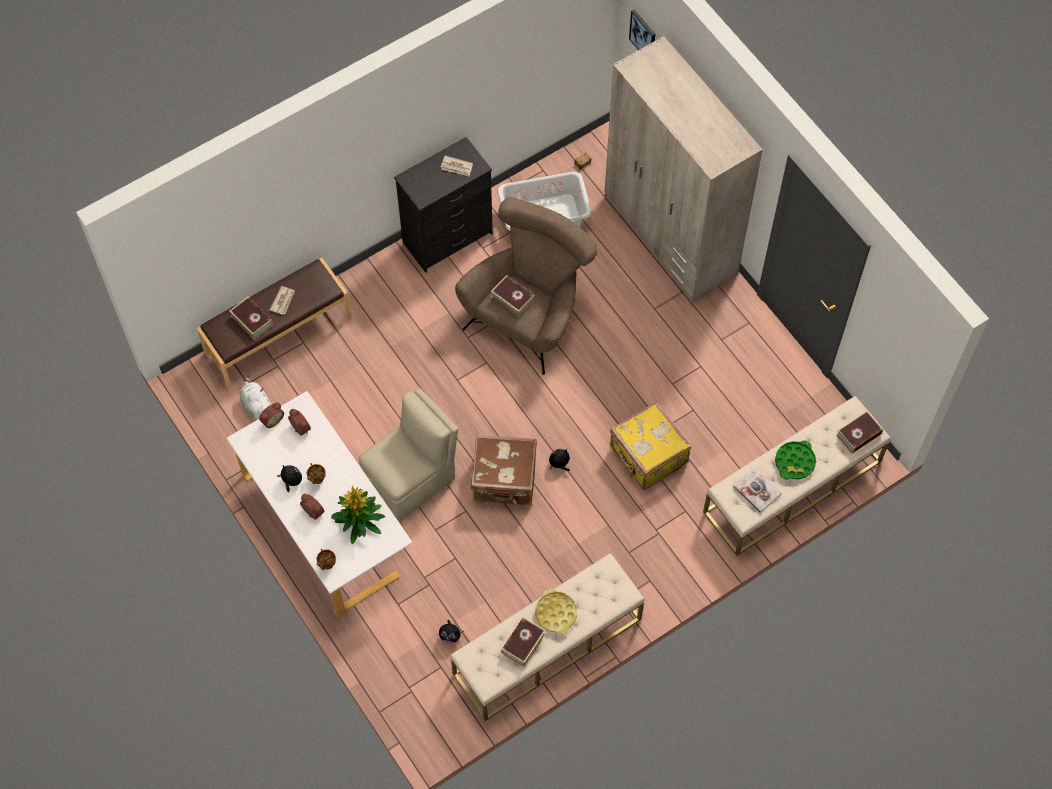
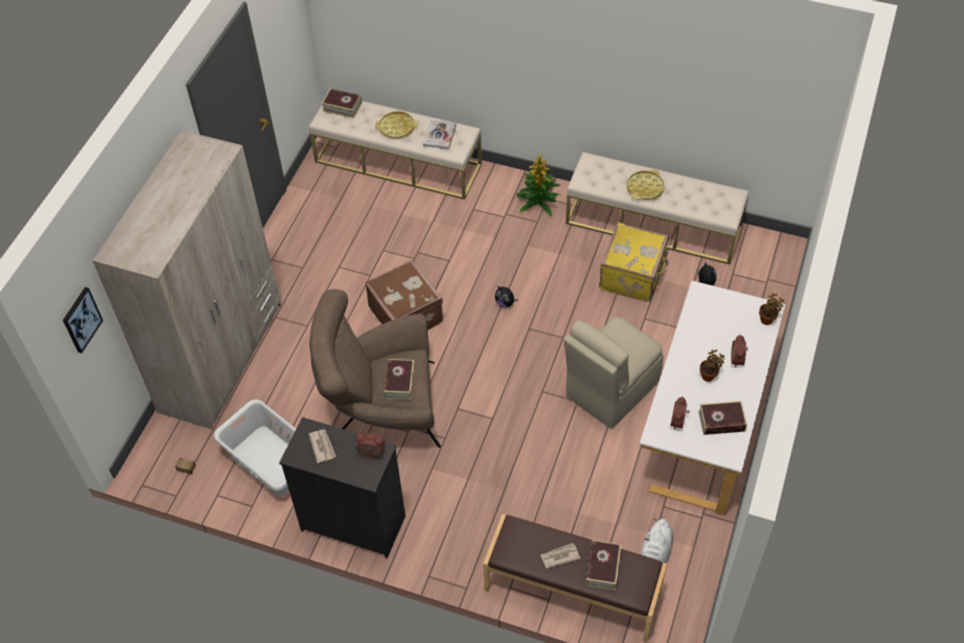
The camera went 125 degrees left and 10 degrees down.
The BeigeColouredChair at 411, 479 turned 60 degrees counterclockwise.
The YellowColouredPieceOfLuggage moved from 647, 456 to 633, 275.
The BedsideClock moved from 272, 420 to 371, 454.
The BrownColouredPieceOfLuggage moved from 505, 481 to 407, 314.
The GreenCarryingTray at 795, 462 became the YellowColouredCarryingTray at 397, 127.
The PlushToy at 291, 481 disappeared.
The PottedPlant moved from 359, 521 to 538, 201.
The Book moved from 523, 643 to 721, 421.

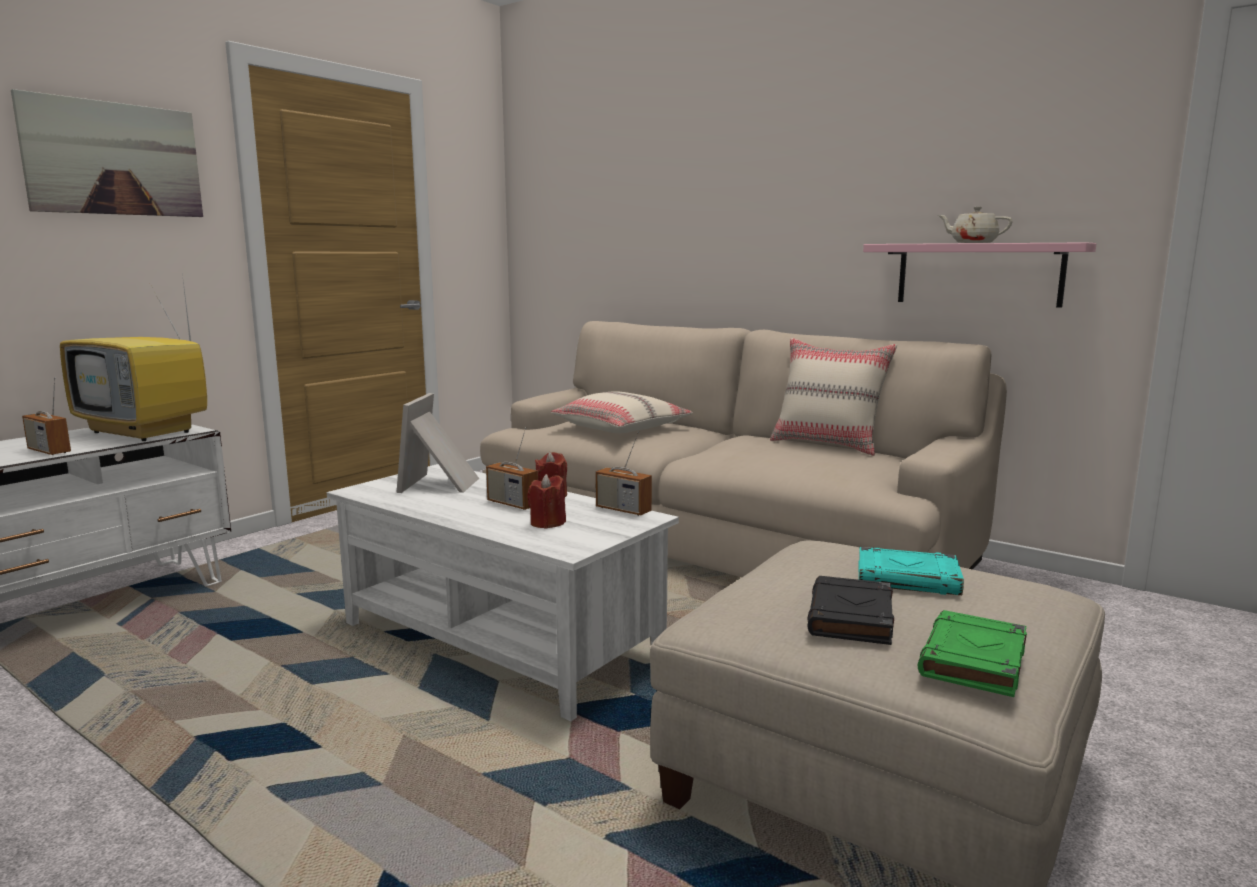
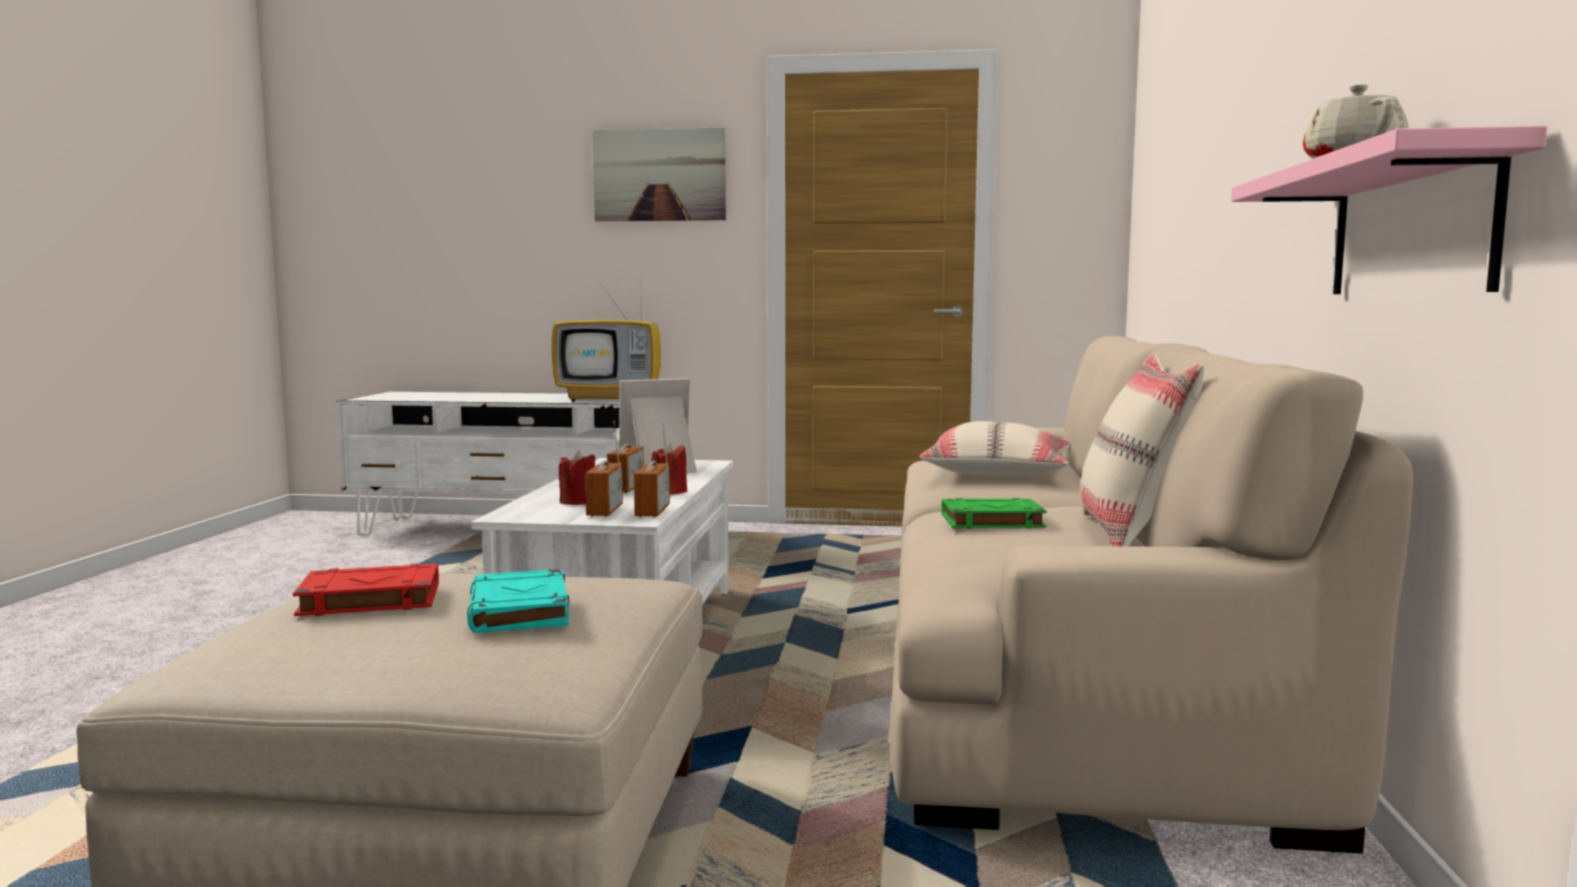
The camera went 60 degrees right and 5 degrees down.
The TvSet at 146, 432 turned 90 degrees counterclockwise.
The Radio moved from 49, 451 to 604, 511.
The BlackColouredBook at 851, 618 became the ReddishBook at 368, 600.
The GreenBook moved from 973, 661 to 991, 521.

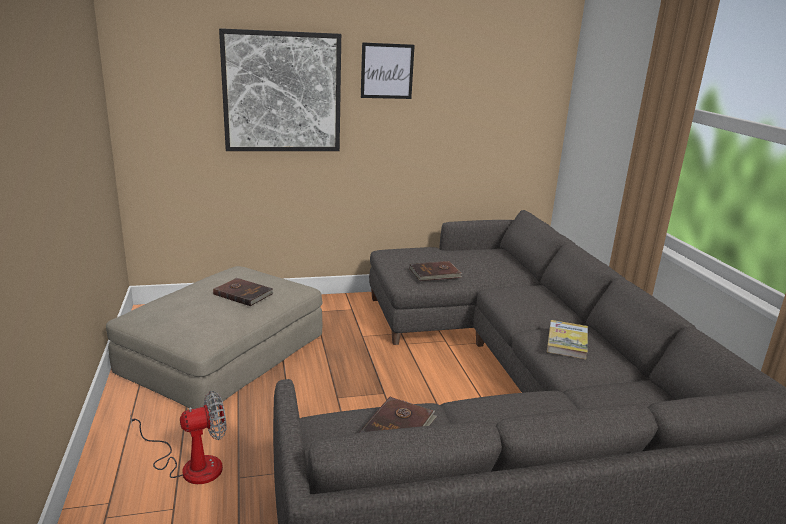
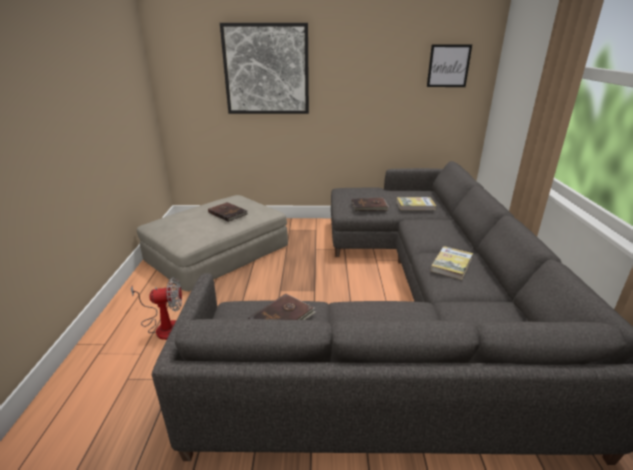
The camera went 15 degrees right and 5 degrees up.
The WallPicture moved from 387, 71 to 448, 66.
The Book at 415, 205 appeared.

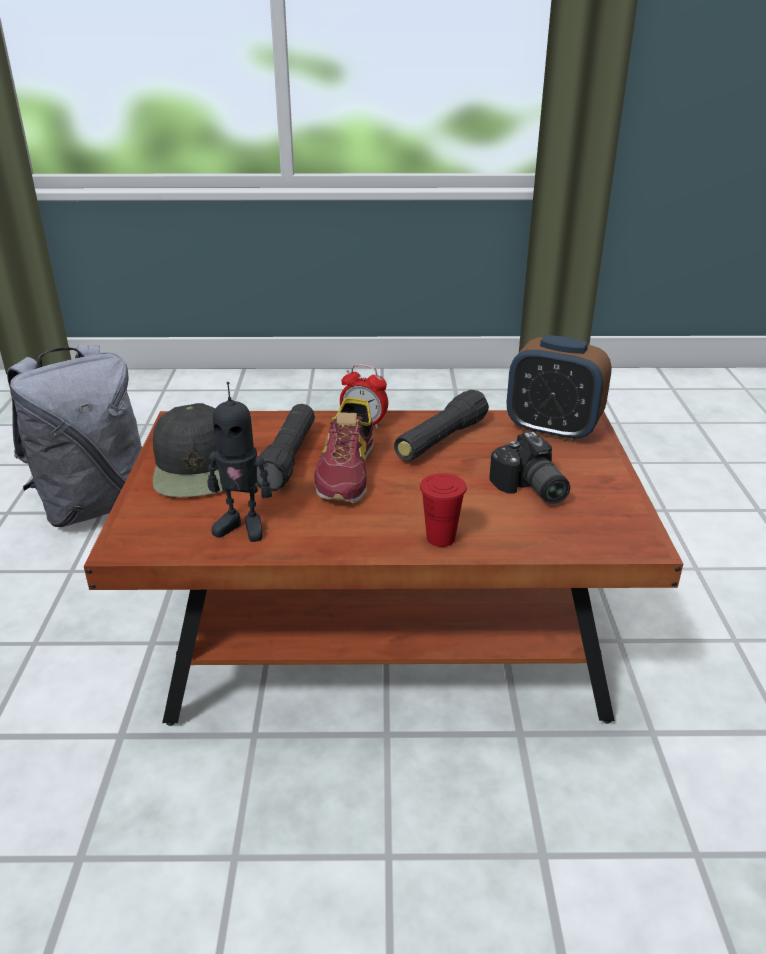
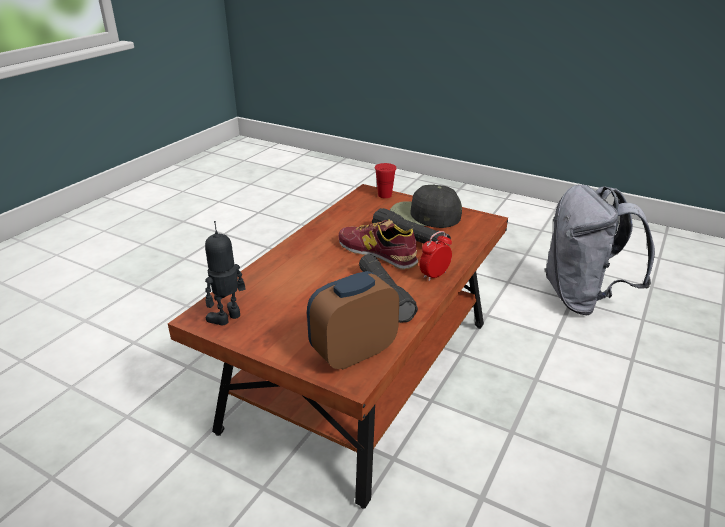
The camera went 120 degrees right and 0 degrees up.
The RobotFigure moved from 242, 527 to 228, 318.
The PhotoCamera at 529, 489 disappeared.
The ReddishSmallCup moved from 440, 538 to 384, 195.

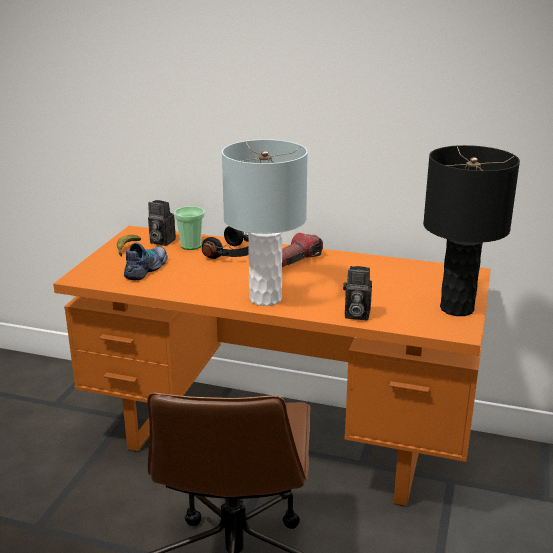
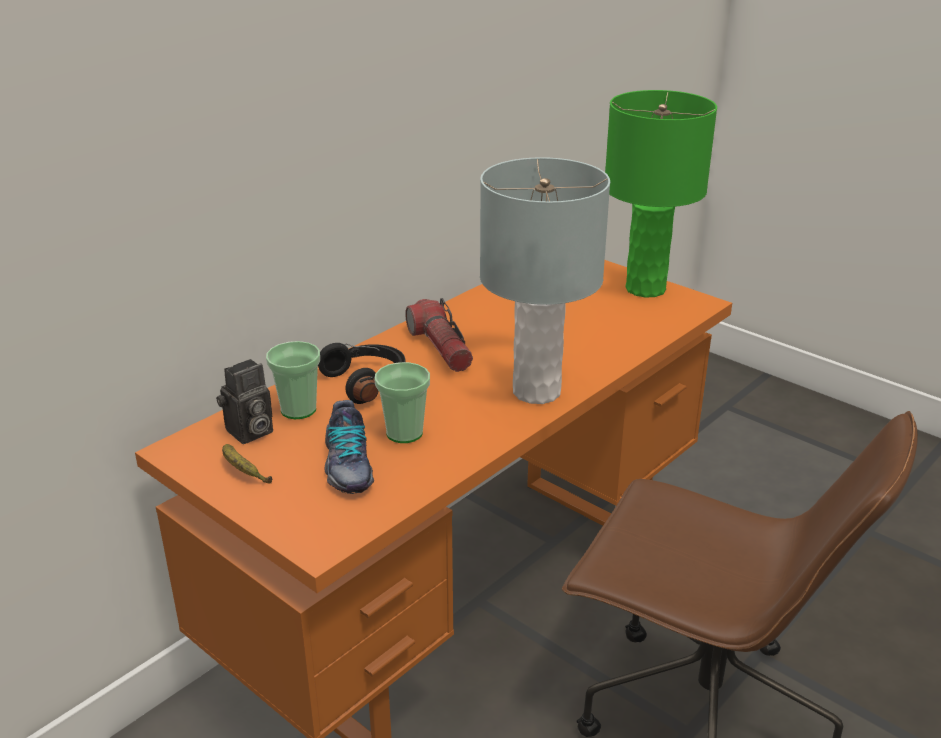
The camera went 65 degrees left and 5 degrees up.
The BlackColouredTableLamp at 457, 309 became the GreenTableLamp at 646, 289.
The LowShoe at 147, 268 turned 150 degrees counterclockwise.
The PhotoCamera at 355, 315 disappeared.
The SmallCup at 404, 433 appeared.

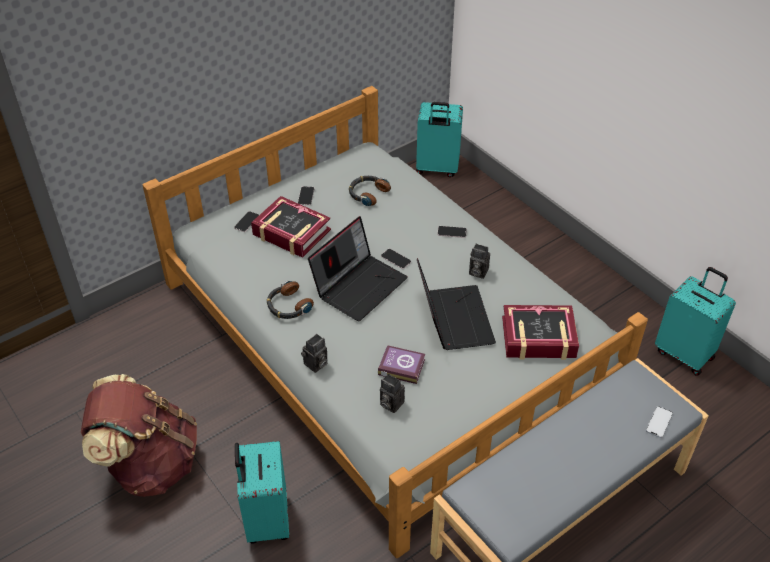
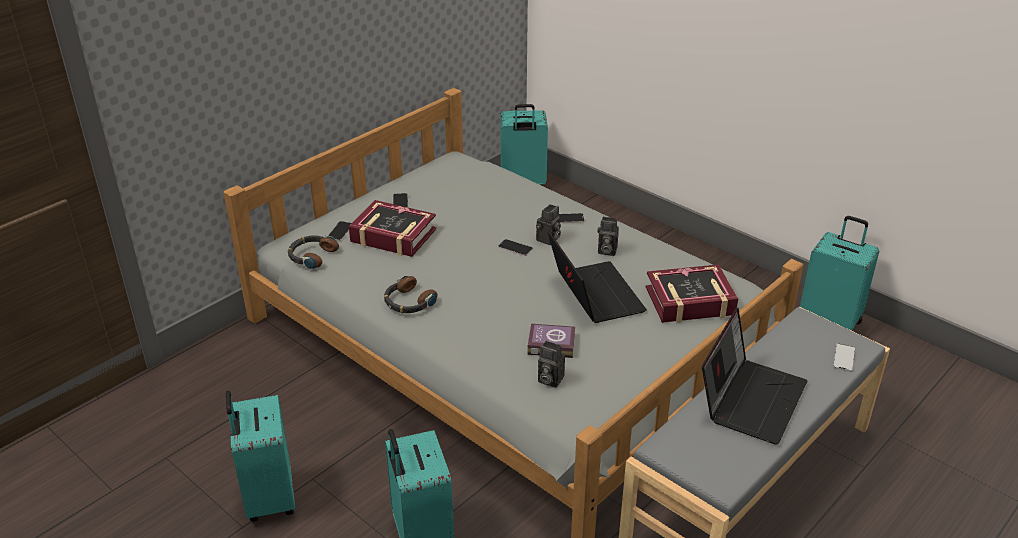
The camera went 10 degrees left and 10 degrees down.
The Headset moved from 368, 193 to 311, 256.
The PortableComputer moved from 359, 285 to 750, 398.
The PhotoCamera moved from 315, 365 to 548, 240.
The BrownColouredBackpack at 150, 463 was replaced by the BlueGreenPieceOfLuggage at 268, 498.

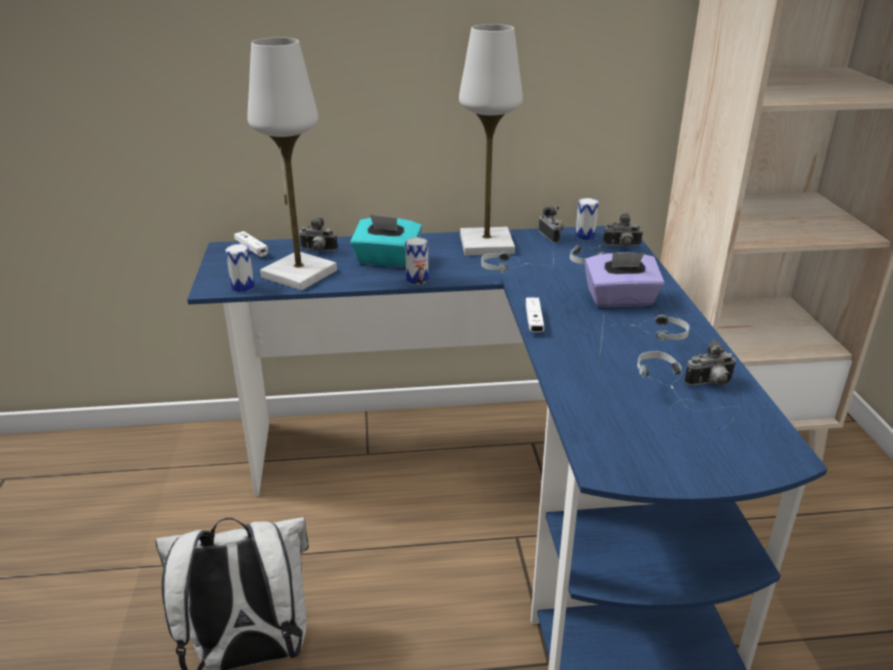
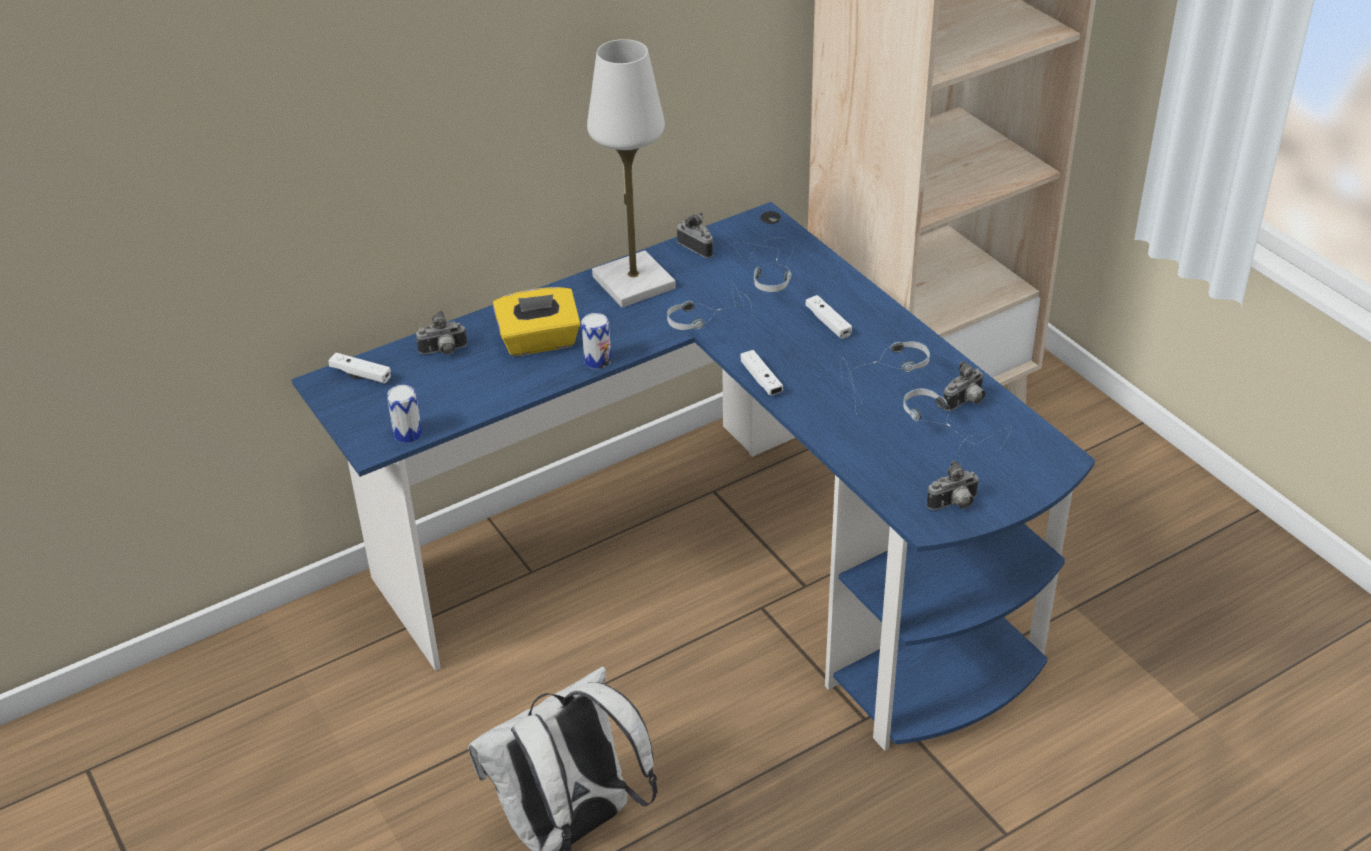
The camera went 25 degrees left and 10 degrees up.
The WhitishTableLamp at 299, 274 disappeared.
The Can at 585, 236 disappeared.
The PhotoCamera moved from 622, 246 to 954, 505.
The BlueGreenBoxOfTissues at 387, 260 became the YellowColouredBoxOfTissues at 539, 342.
The PurplishBoxOfTissues at 620, 300 was replaced by the WhitishJoypad at 828, 322.

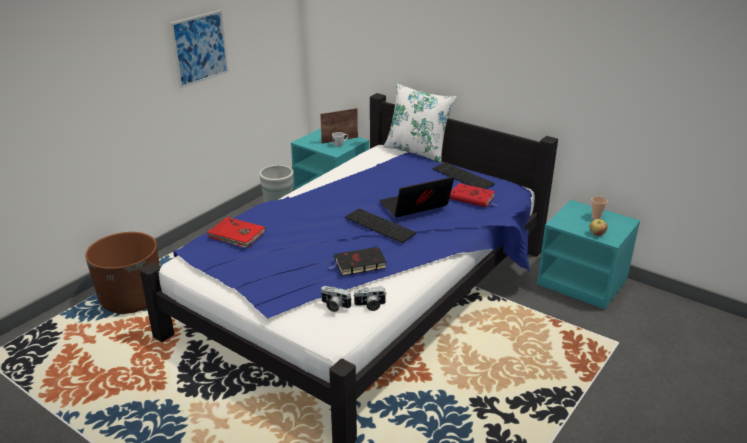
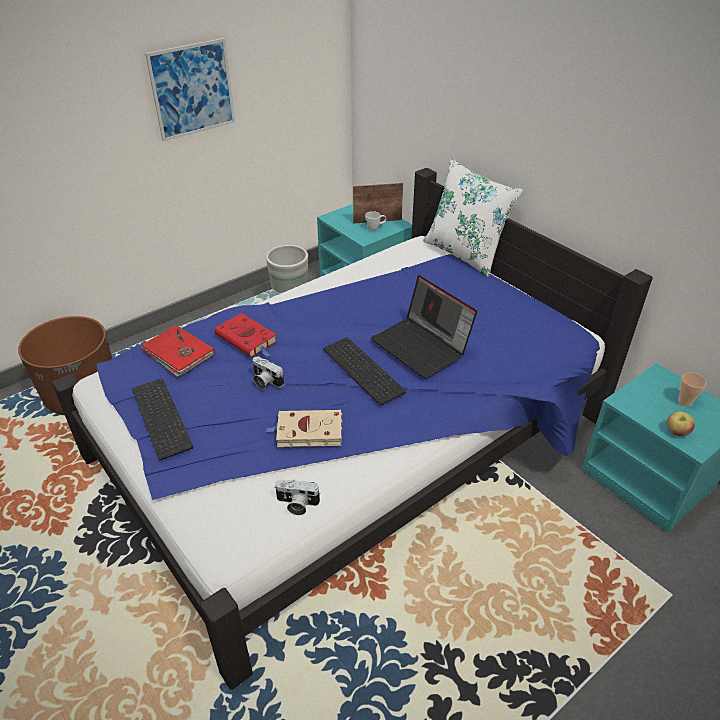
The camera went 15 degrees right and 10 degrees up.
The Keyboard moved from 464, 176 to 163, 417.
The PortableComputer at 414, 207 turned 120 degrees counterclockwise.
The ReddishBook moved from 473, 198 to 248, 339.
The BlackColouredBook at 358, 264 became the BeigeColouredBook at 307, 432.
The PhotoCamera moved from 334, 306 to 265, 381.

